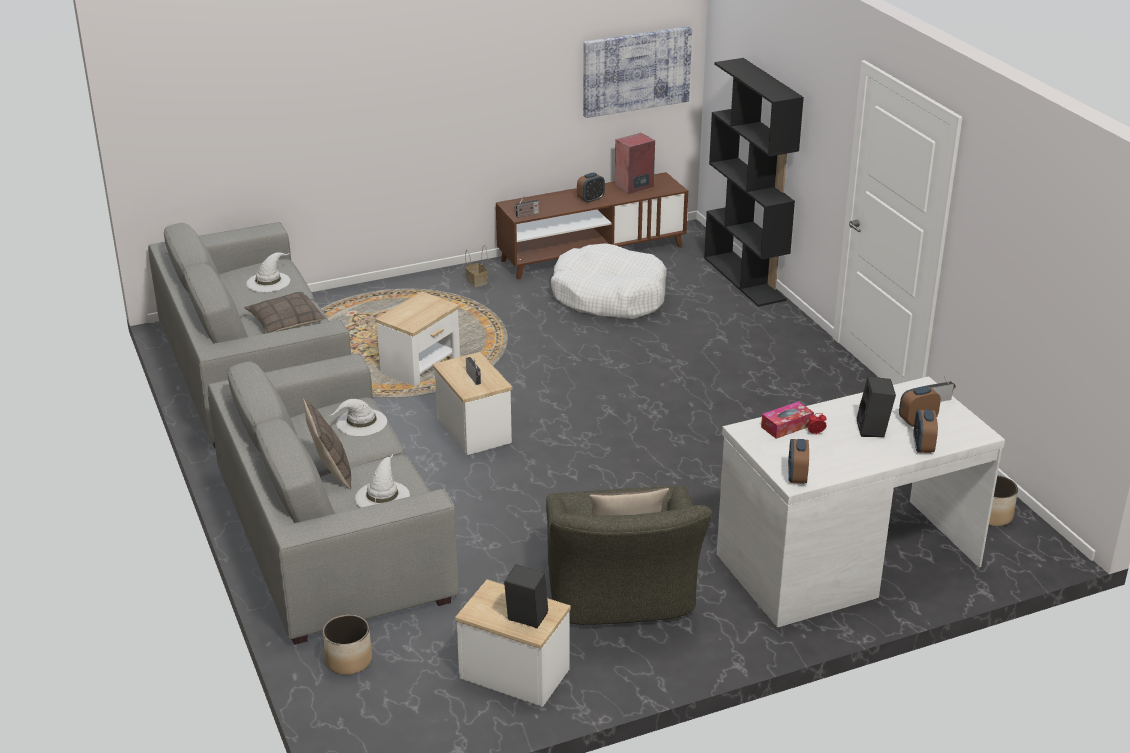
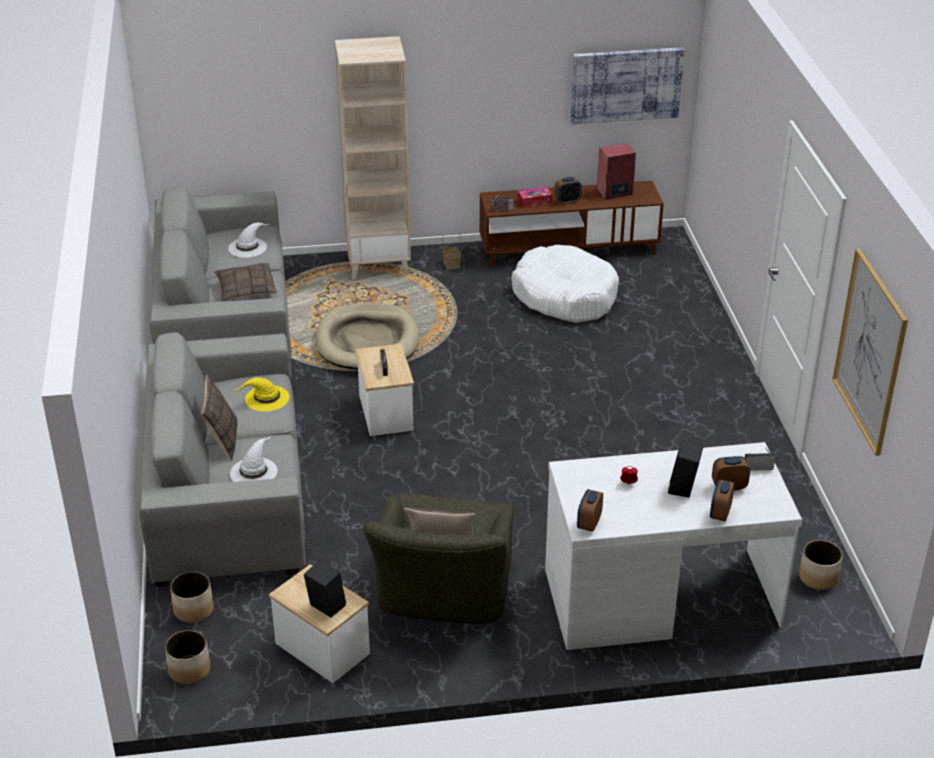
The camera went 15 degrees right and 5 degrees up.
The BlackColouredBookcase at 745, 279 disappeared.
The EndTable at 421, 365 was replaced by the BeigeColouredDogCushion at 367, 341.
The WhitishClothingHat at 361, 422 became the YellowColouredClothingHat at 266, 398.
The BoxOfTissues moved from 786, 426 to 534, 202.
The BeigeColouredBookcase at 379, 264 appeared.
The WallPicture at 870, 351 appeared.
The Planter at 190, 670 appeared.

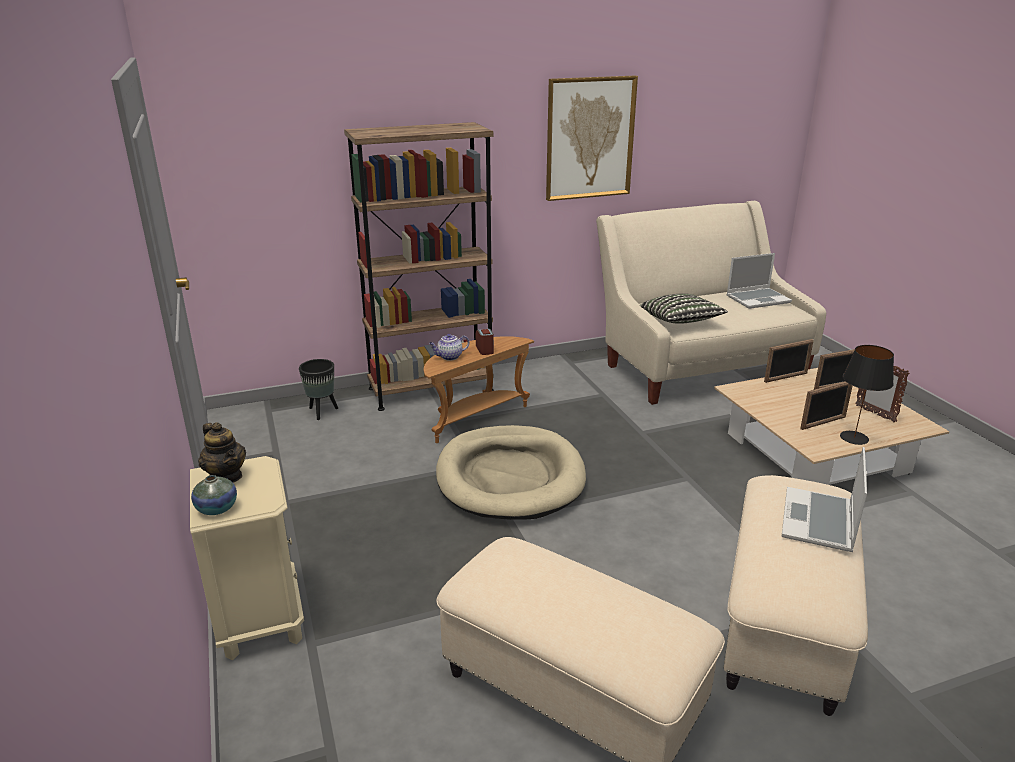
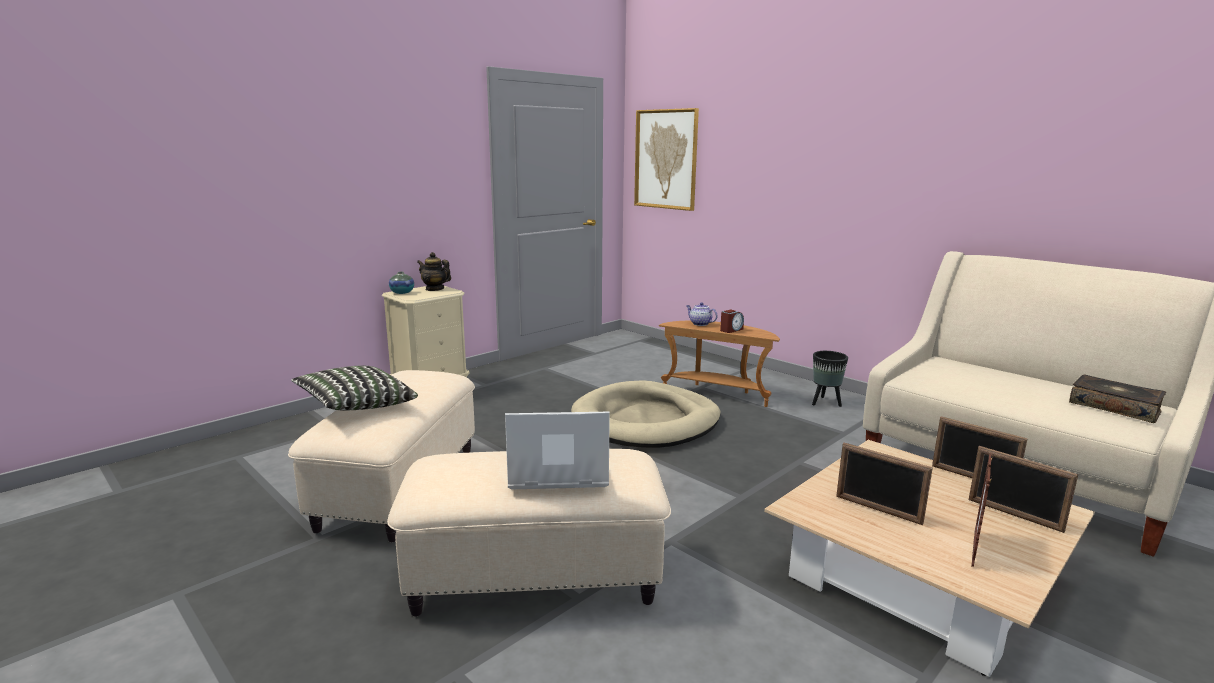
The camera went 65 degrees right and 10 degrees down.
The WallPicture moved from 589, 138 to 666, 159.
The BrownColouredBookcase at 431, 390 disappeared.
The PortableComputer at 758, 299 was replaced by the Book at 1114, 407.
The Pillow moved from 680, 322 to 356, 407.
The BlackColouredTableLamp at 853, 437 disappeared.
The BlackColouredPlanter moved from 322, 412 to 825, 403.
The TeaPot at 226, 476 turned 90 degrees clockwise.

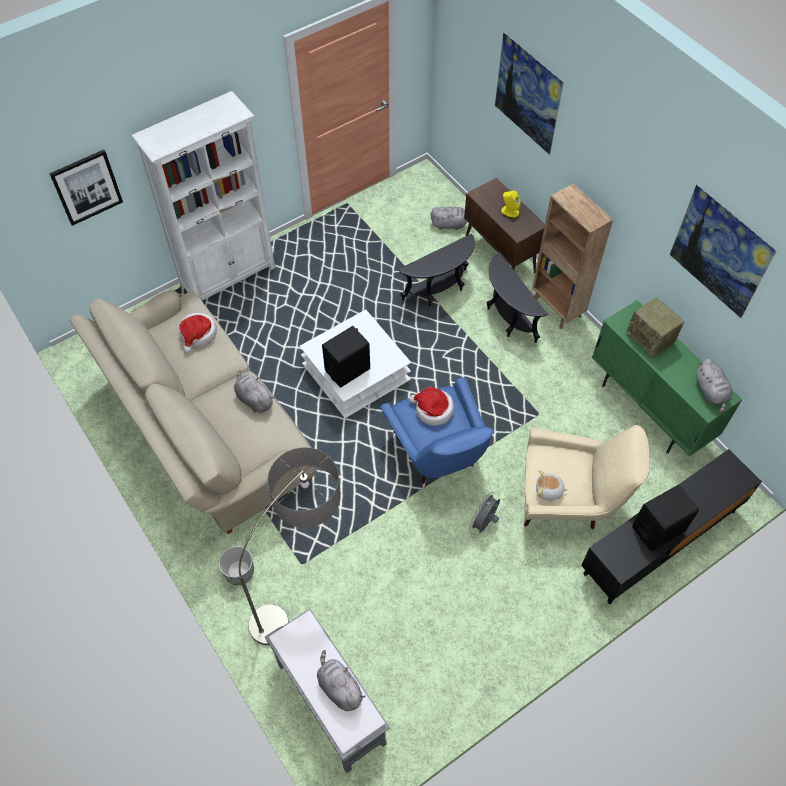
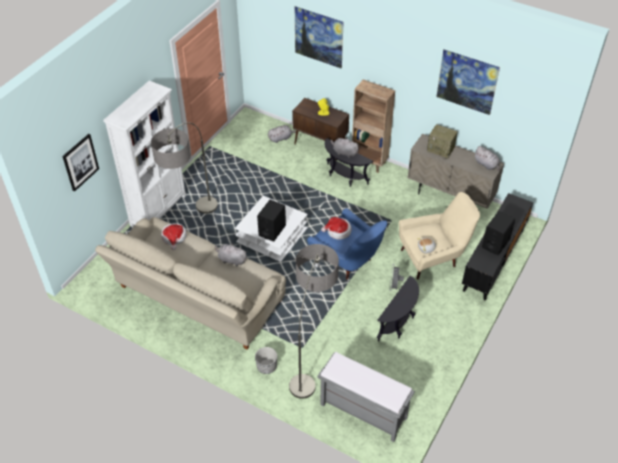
The camera went 25 degrees left and 10 degrees down.
The BlackColouredEndTable moved from 439, 290 to 398, 324.
The GreenStorageCabinet at 648, 410 became the BeigeColouredStorageCabinet at 449, 197.
The GreyPlushToy moved from 339, 687 to 344, 152.
The FloorLamp at 192, 223 appeared.

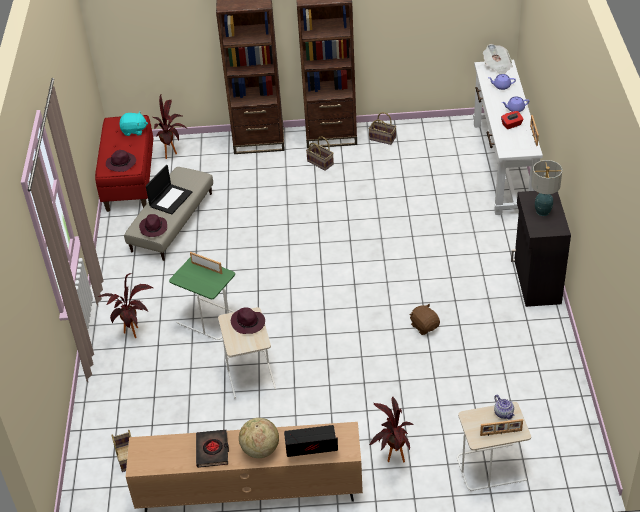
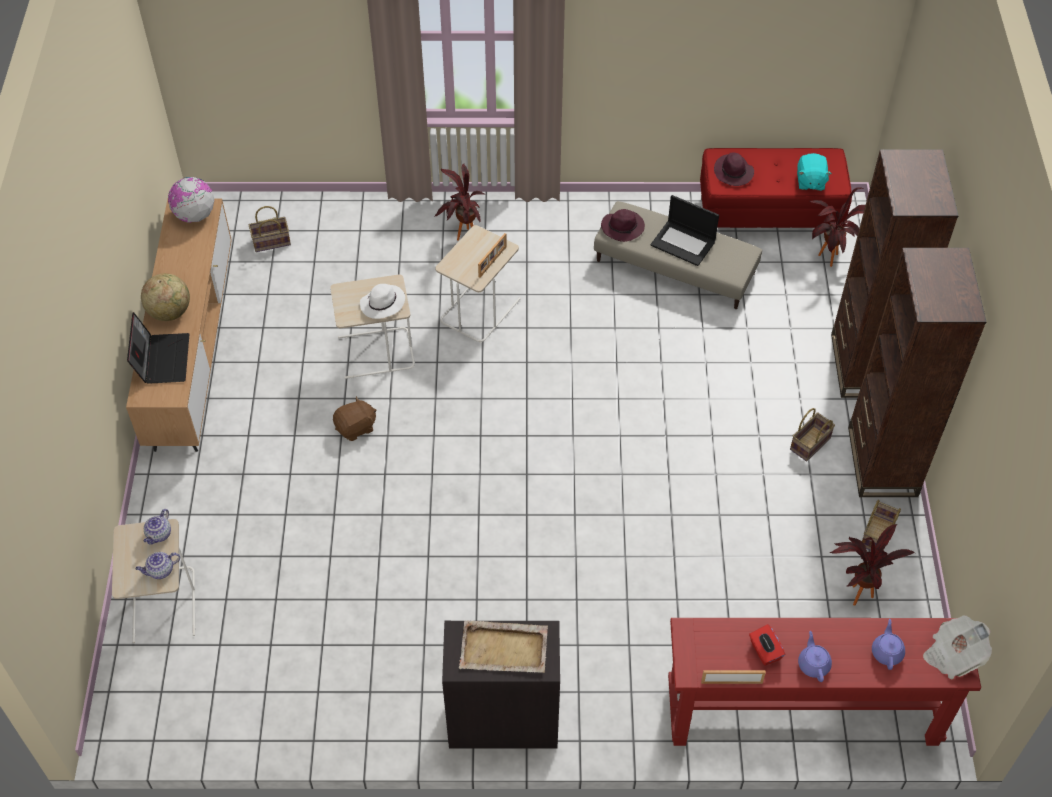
The camera went 90 degrees right and 10 degrees up.
The WhitishConsoleTable at 502, 166 became the ReddishConsoleTable at 802, 713.
The TableLamp at 542, 211 was replaced by the BeigeColouredCarryingTray at 504, 649.
The GreenEndTable at 208, 319 became the BeigeColouredEndTable at 479, 309.
The BrownColouredPlushToy moved from 424, 326 to 356, 428.
The PurplishClothingHat at 248, 323 became the WhitishClothingHat at 382, 304.
The PottedPlant moved from 392, 460 to 855, 591.
The StandingFrame at 501, 433 disappeared.
The BlackColouredBook at 212, 450 disappeared.
The WorldGlobe at 194, 215 appeared.
The TeaPot at 159, 535 appeared.

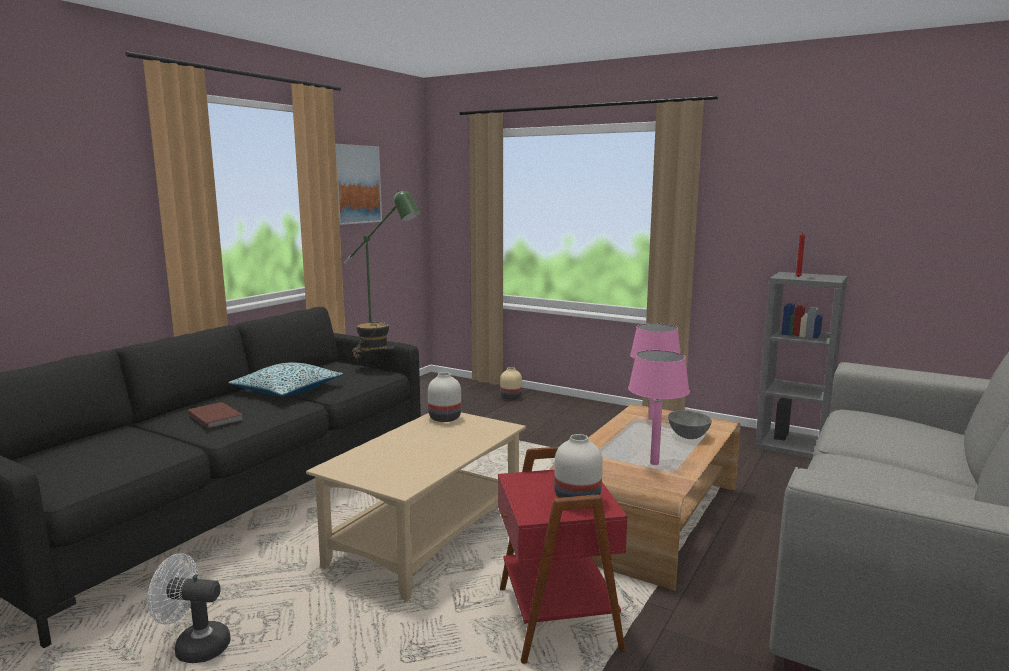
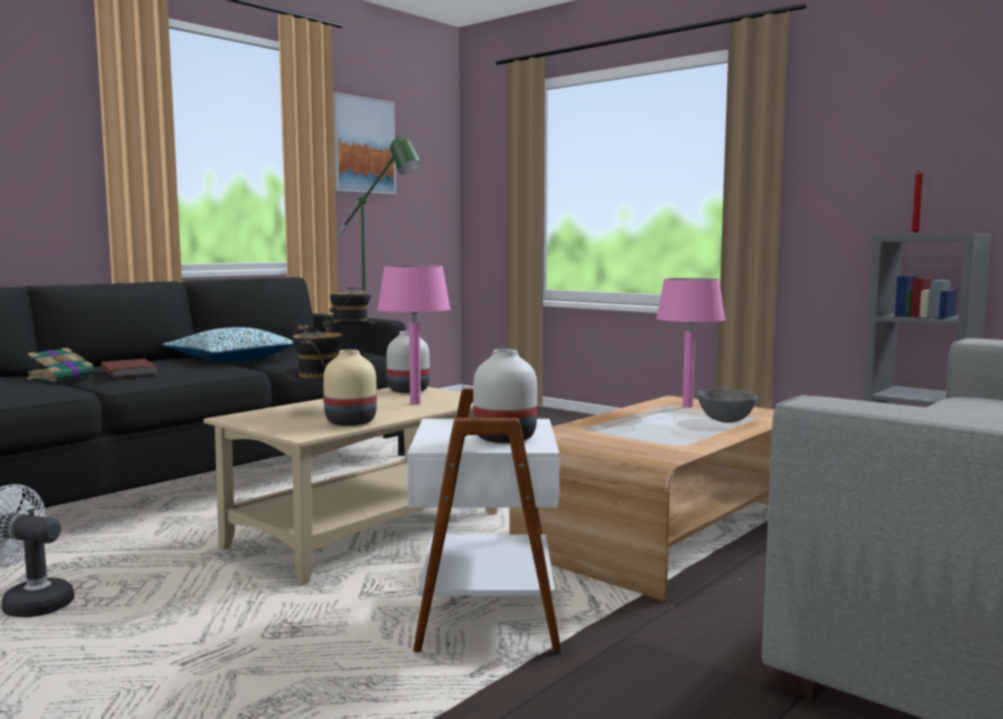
The camera went 10 degrees right and 5 degrees down.
The PinkTableLamp moved from 655, 463 to 415, 403.
The BeigeColouredDecorativeVase moved from 511, 397 to 351, 422.
The ReddishEndTable at 555, 618 became the WhitishEndTable at 483, 614.
The ClothingHat at 320, 410 appeared.
The Book at 62, 376 appeared.

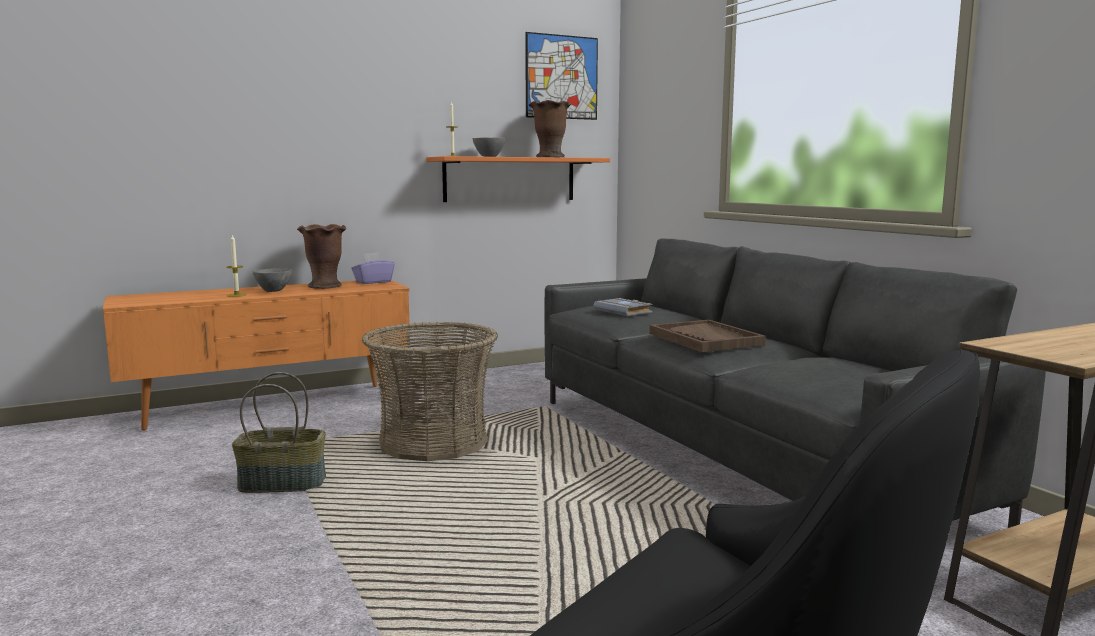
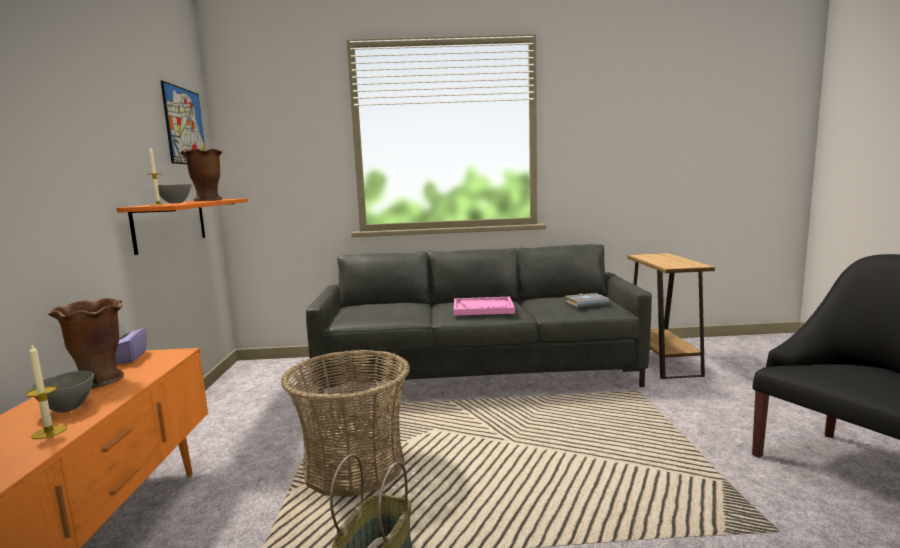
The camera went 65 degrees left and 0 degrees up.
The GreyBook moved from 624, 311 to 586, 303.
The BrownColouredCarryingTray at 705, 339 became the PinkCarryingTray at 483, 308.

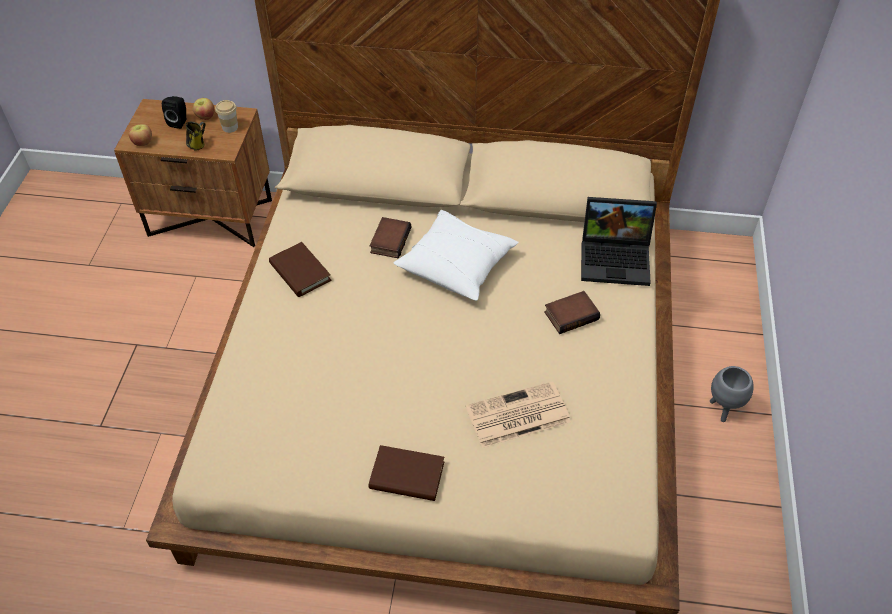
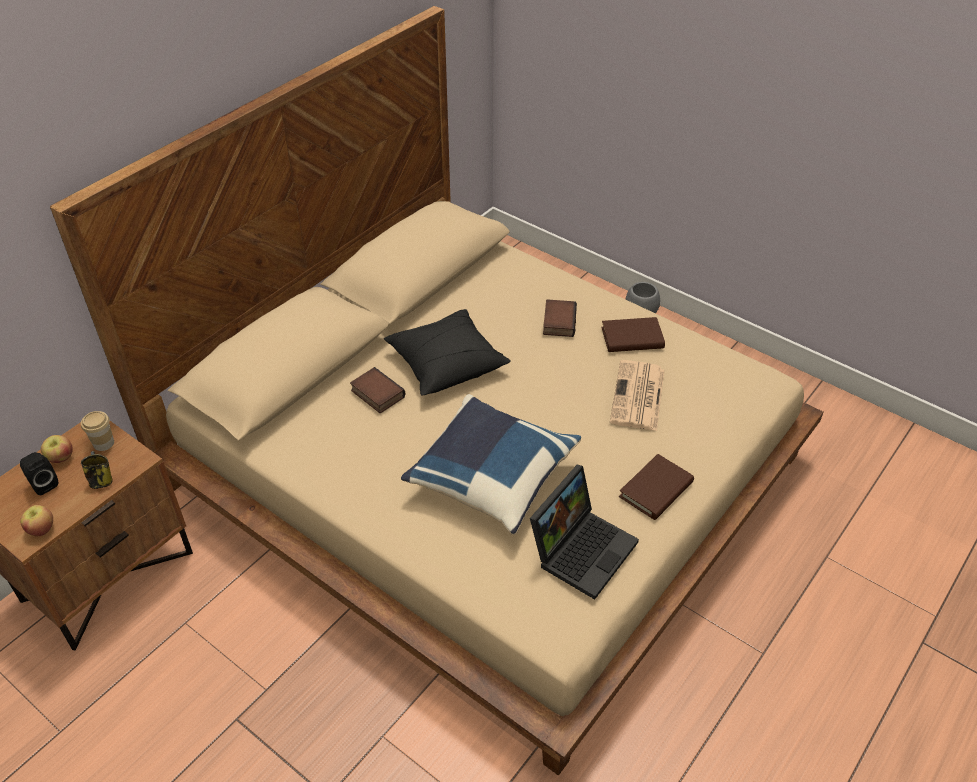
The camera went 60 degrees left and 5 degrees down.
The PortableComputer moved from 616, 258 to 582, 548.
The WhitishPillow at 457, 265 became the BlackColouredPillow at 446, 363.
The BrownColouredBook moved from 300, 272 to 632, 338.
The BluePillow at 491, 477 appeared.

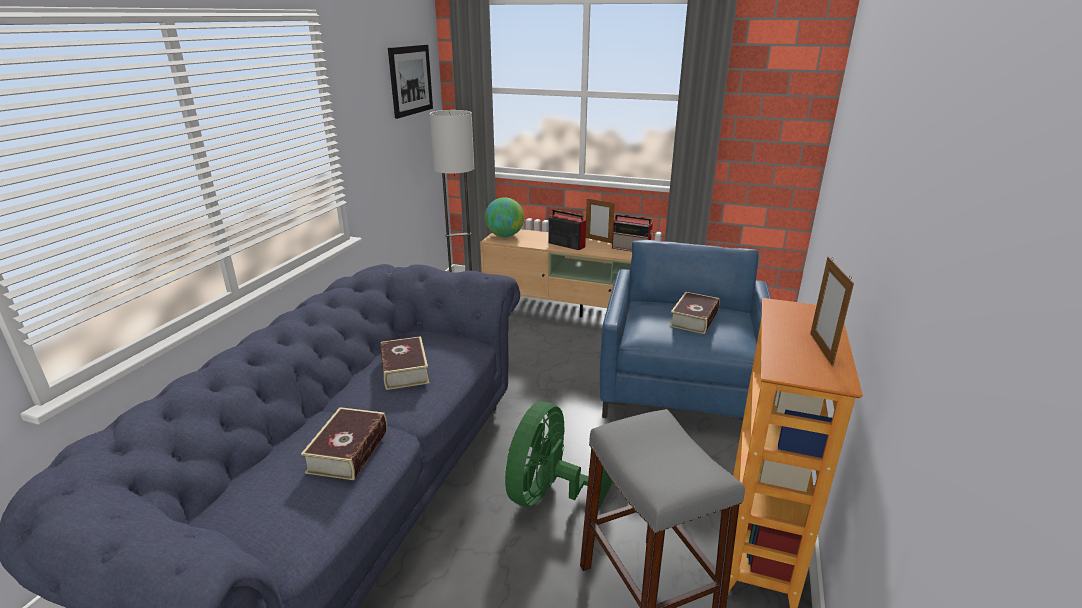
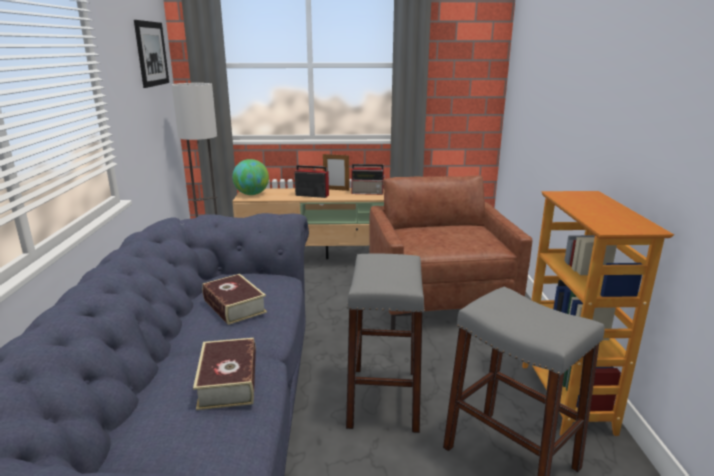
The camera went 20 degrees left and 5 degrees down.
The BlueArmchair at 680, 390 became the BrownColouredArmchair at 439, 299.
The StandingFrame at 821, 349 disappeared.
The Book at 694, 319 disappeared.
The GreenElectricFan at 550, 494 was replaced by the GreyStoolSeat at 384, 398.

